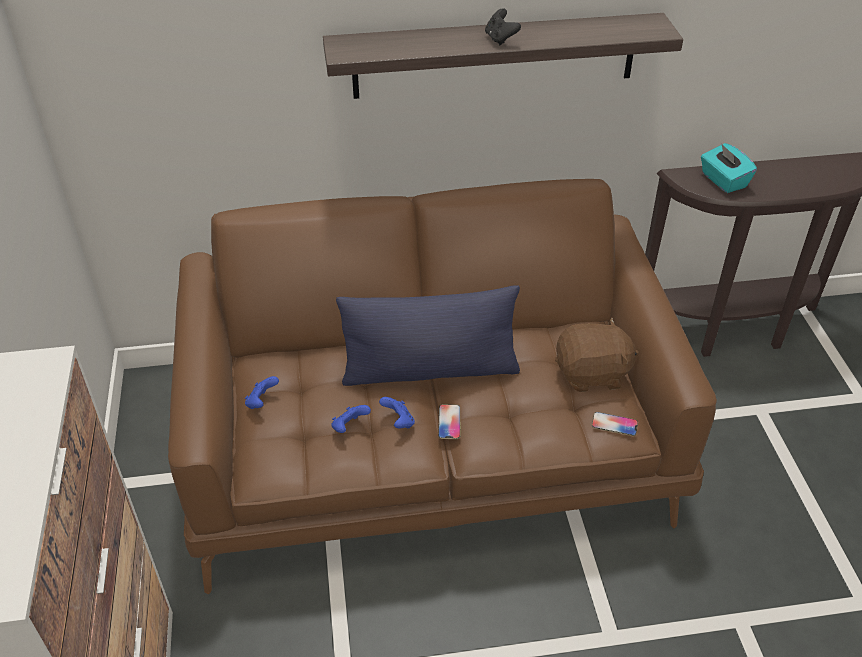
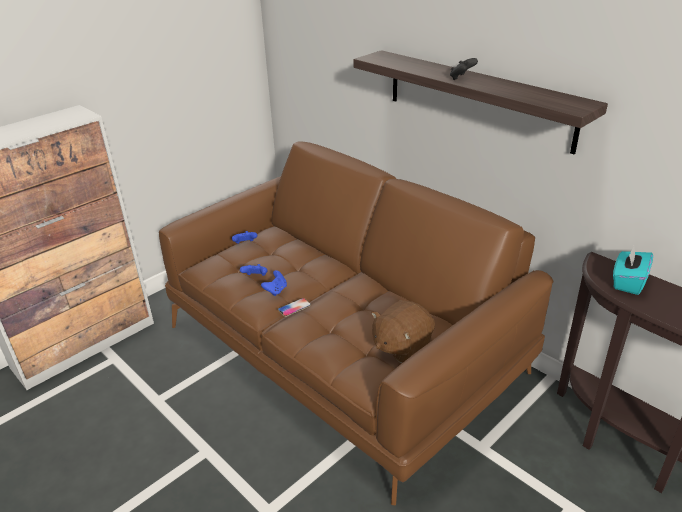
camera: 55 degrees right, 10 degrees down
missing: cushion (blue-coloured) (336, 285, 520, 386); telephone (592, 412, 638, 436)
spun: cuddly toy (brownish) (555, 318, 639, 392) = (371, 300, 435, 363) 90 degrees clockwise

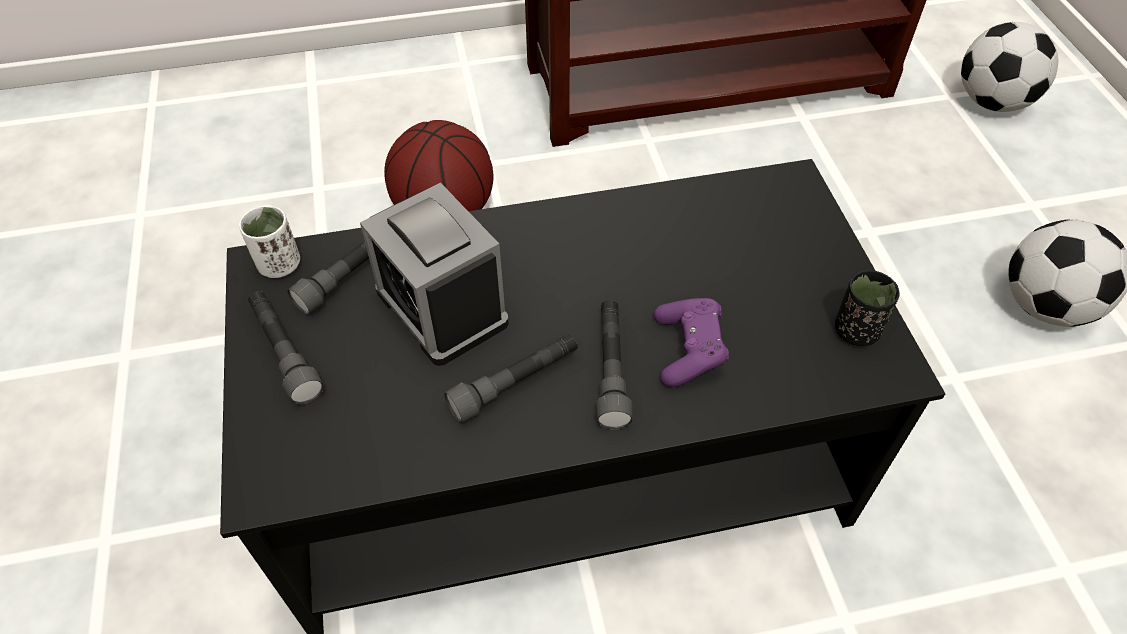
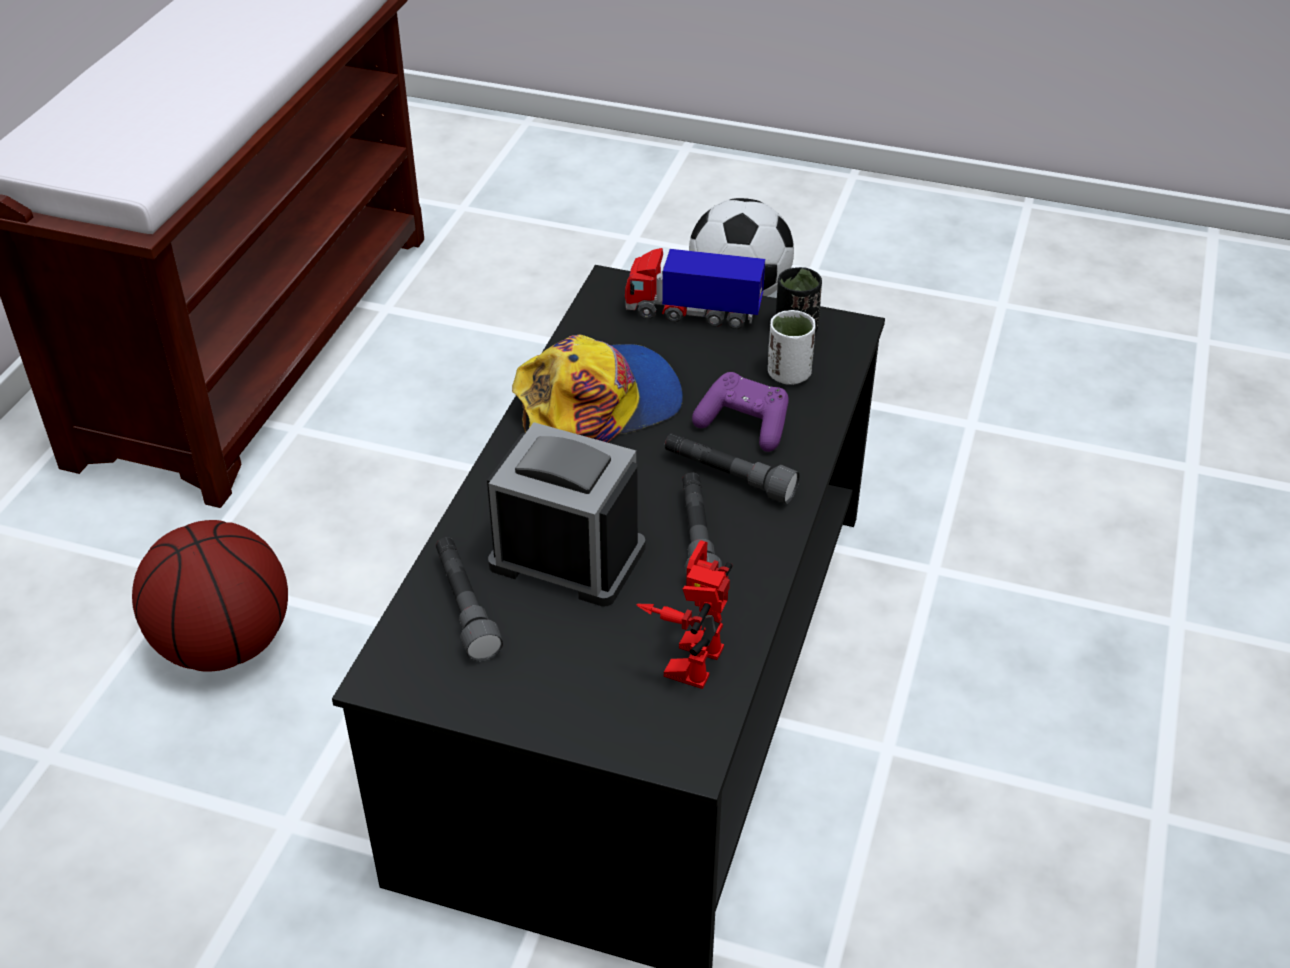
camera: 60 degrees left, 10 degrees down
missing: football ball (961, 22, 1059, 112); flashlight (grey) (248, 291, 324, 404)
appeared: toy lorry (625, 248, 765, 329); peaked cap (512, 335, 683, 443); toy robot (636, 541, 732, 689)
relocated: small cup (white-coloured) (239, 205, 300, 278) to (768, 310, 816, 385)
spun: alarm clock (360, 183, 509, 366) = (487, 422, 645, 607) 150 degrees counterclockwise

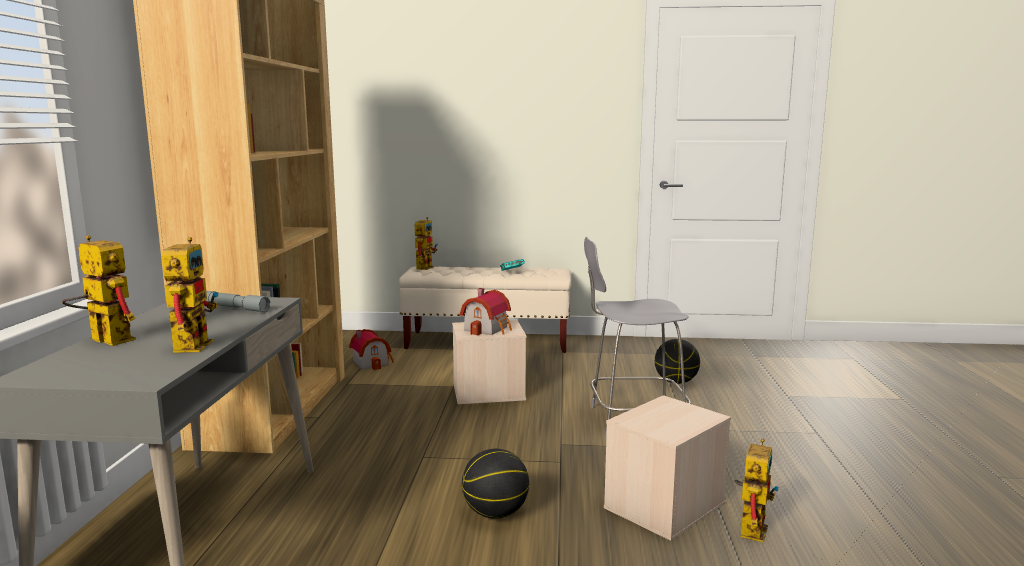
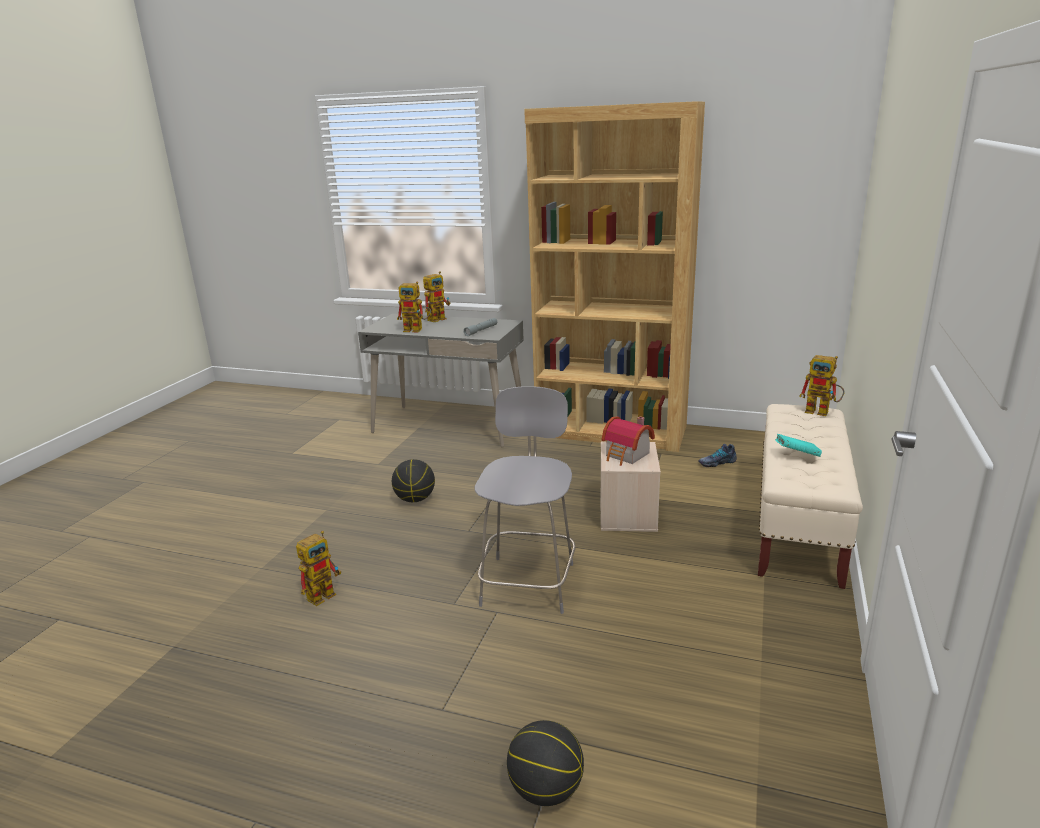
camera: 105 degrees right, 10 degrees up
missing: storage box (beige) (604, 395, 731, 541)
relocated: ball for basketball (655, 339, 700, 384) to (507, 720, 584, 806)
exchanged: miniature house (349, 329, 394, 370) to item of footwear (699, 444, 737, 467)
spun: toy robot (734, 439, 779, 542) = (296, 531, 341, 606) 90 degrees counterclockwise

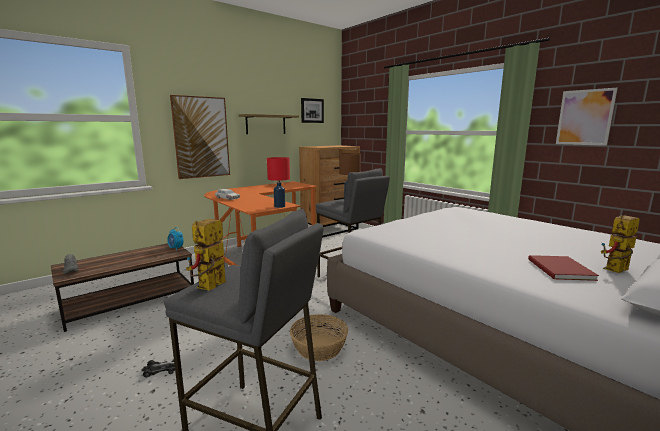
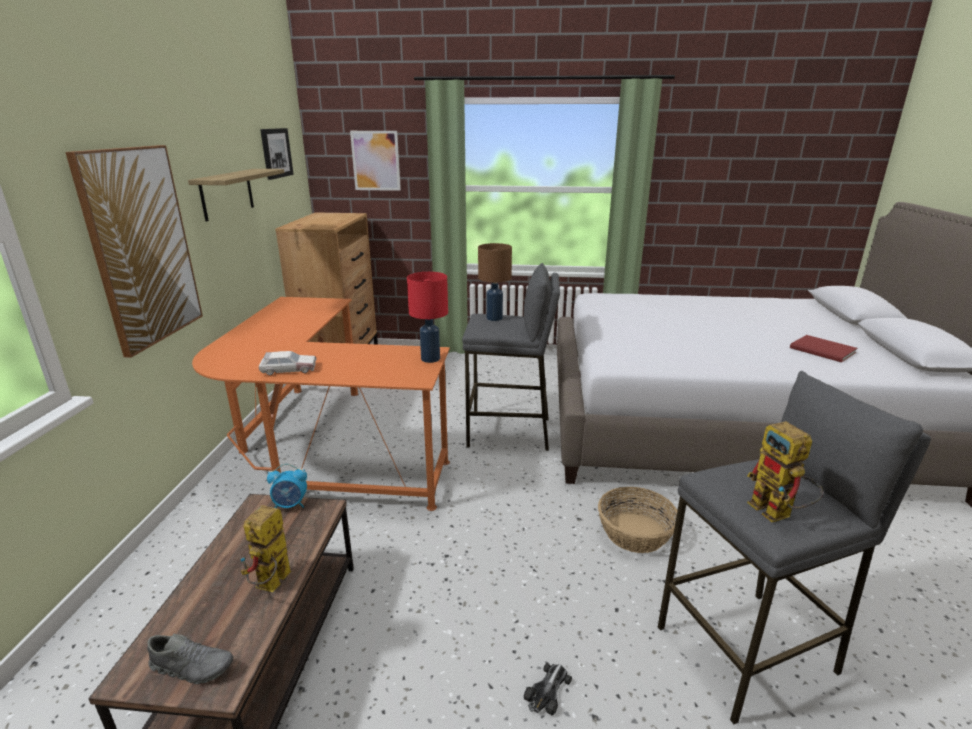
camera: 45 degrees left, 10 degrees up
relocated: wall picture (556, 88, 618, 146) to (350, 131, 401, 191); toy robot (601, 215, 640, 273) to (240, 505, 291, 592)

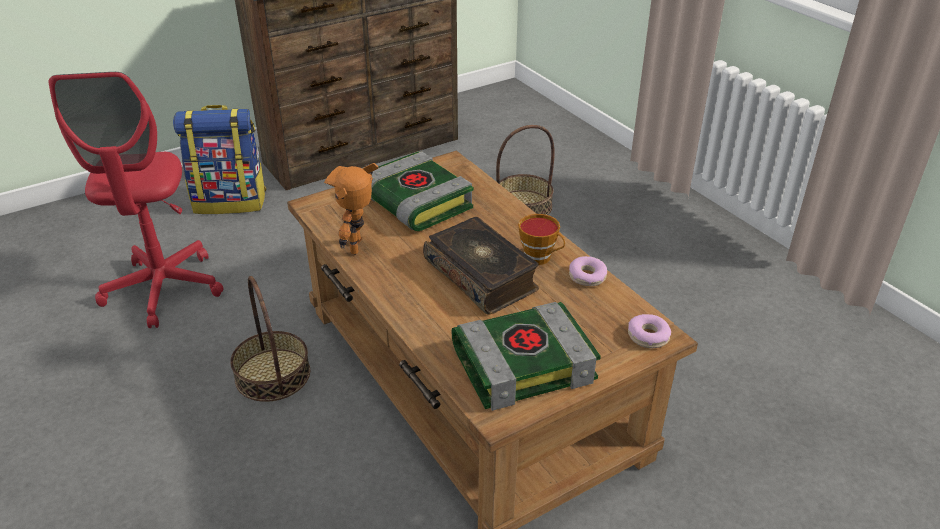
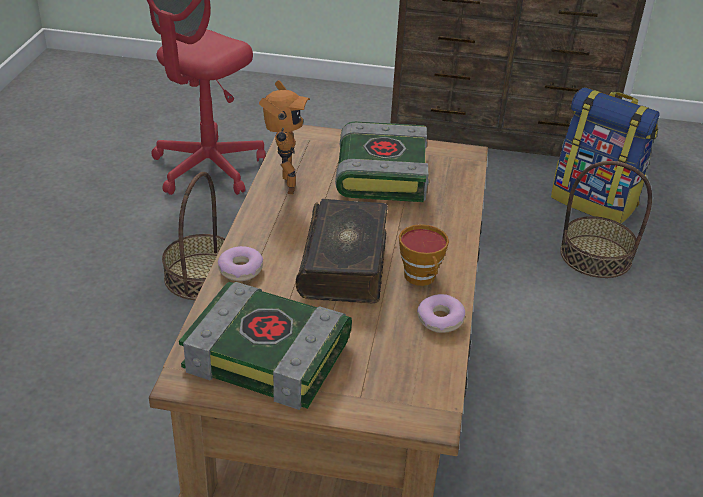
camera: 40 degrees right, 0 degrees up
relocated: knapsack (173, 105, 266, 214) to (551, 87, 660, 224); donut (628, 314, 671, 348) to (218, 246, 263, 281)
spun: toy robot (324, 163, 378, 255) = (259, 80, 310, 194) 120 degrees clockwise

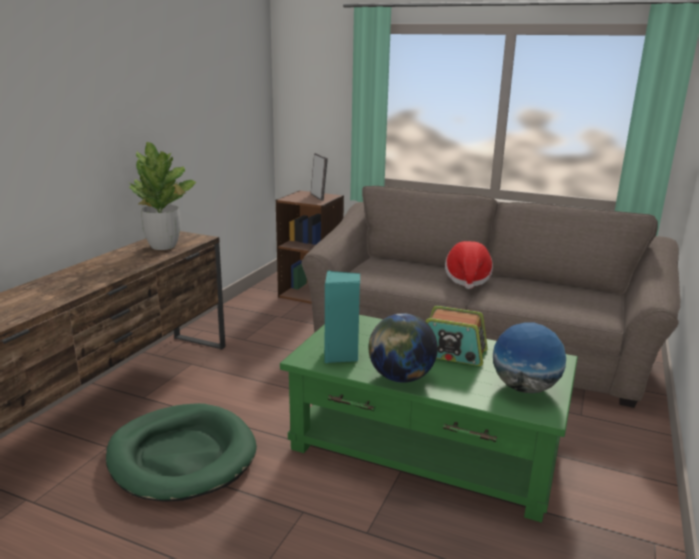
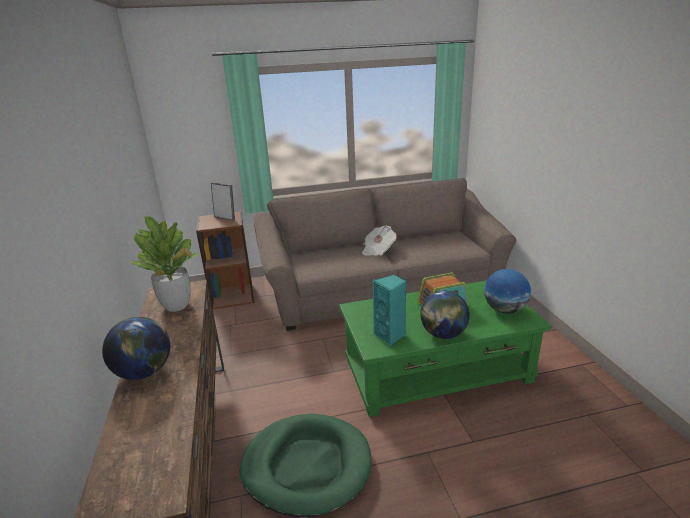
camera: 35 degrees left, 5 degrees up
appeared: desk globe (102, 317, 170, 380)
exchanged: wearable hat (445, 241, 493, 289) to daily paper (362, 226, 397, 256)

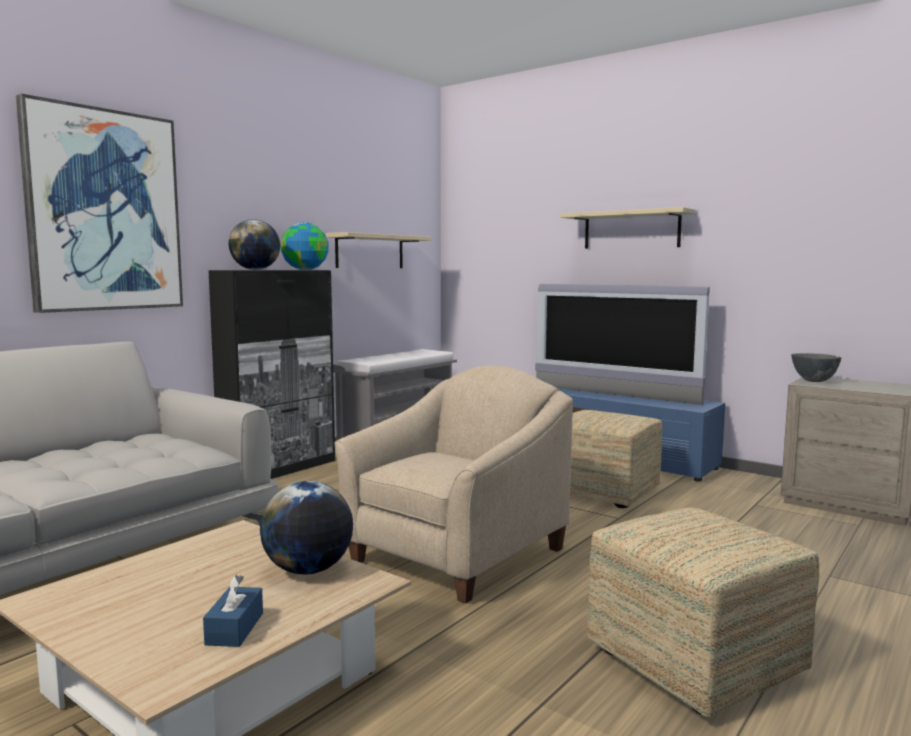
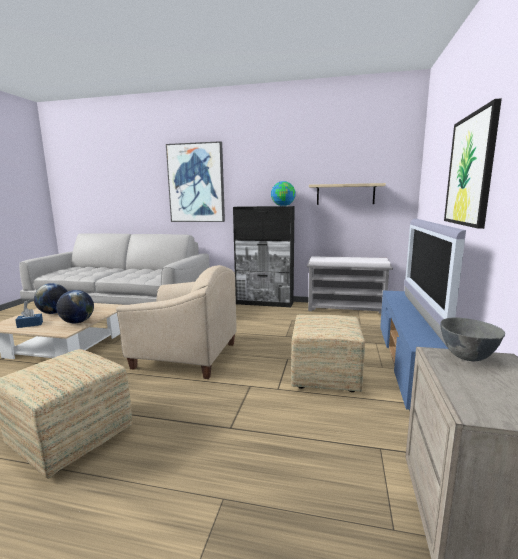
camera: 65 degrees right, 5 degrees up
relocated: desk globe (229, 219, 280, 270) to (34, 283, 68, 314)
exchanged: shelf (beige) (560, 207, 696, 249) to wall picture (444, 98, 502, 229)

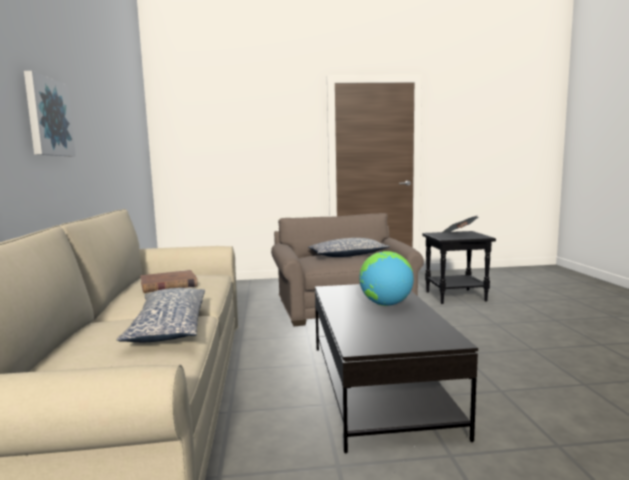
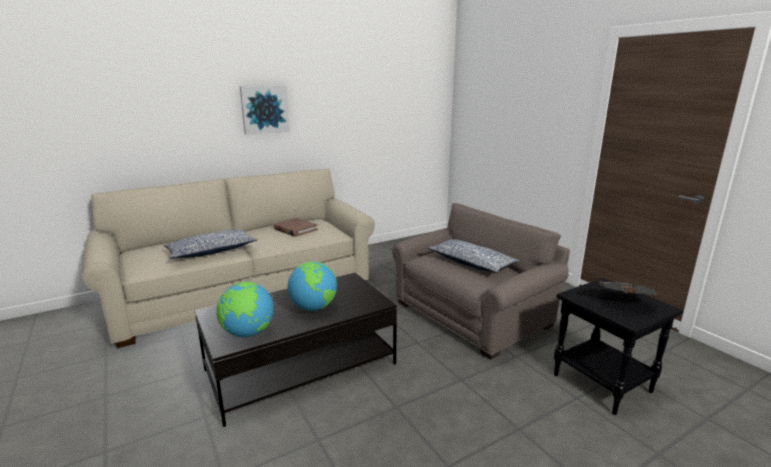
camera: 65 degrees right, 10 degrees up
appeared: desk globe (216, 282, 274, 337)

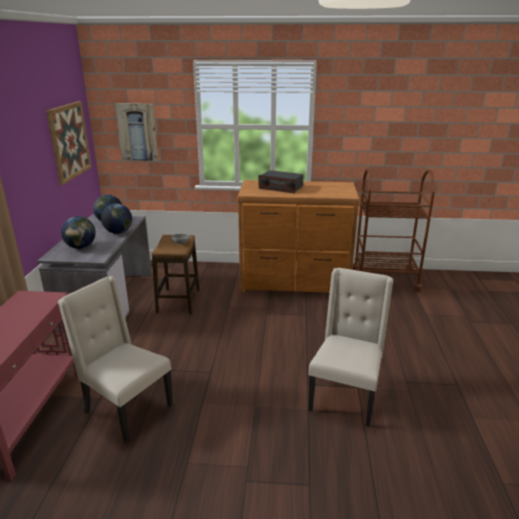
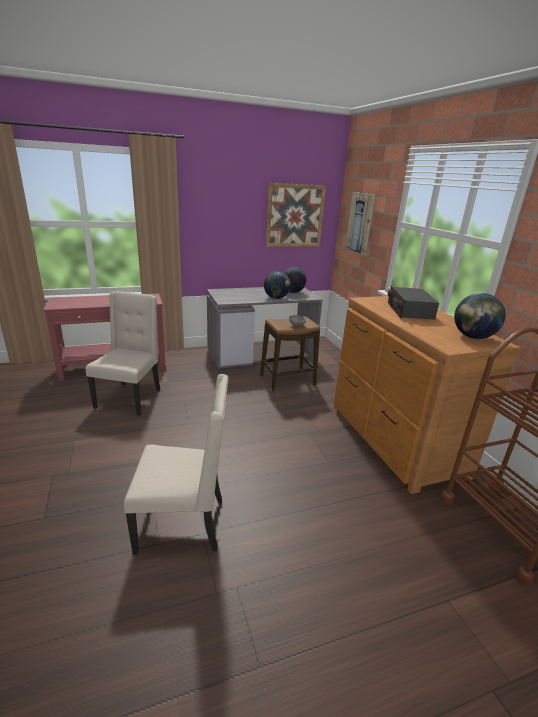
camera: 65 degrees right, 0 degrees up
relocated: desk globe (61, 216, 96, 249) to (454, 293, 506, 339)

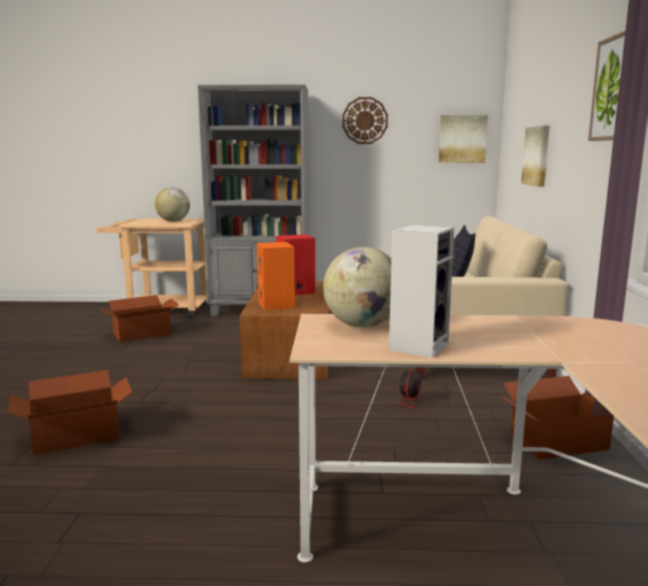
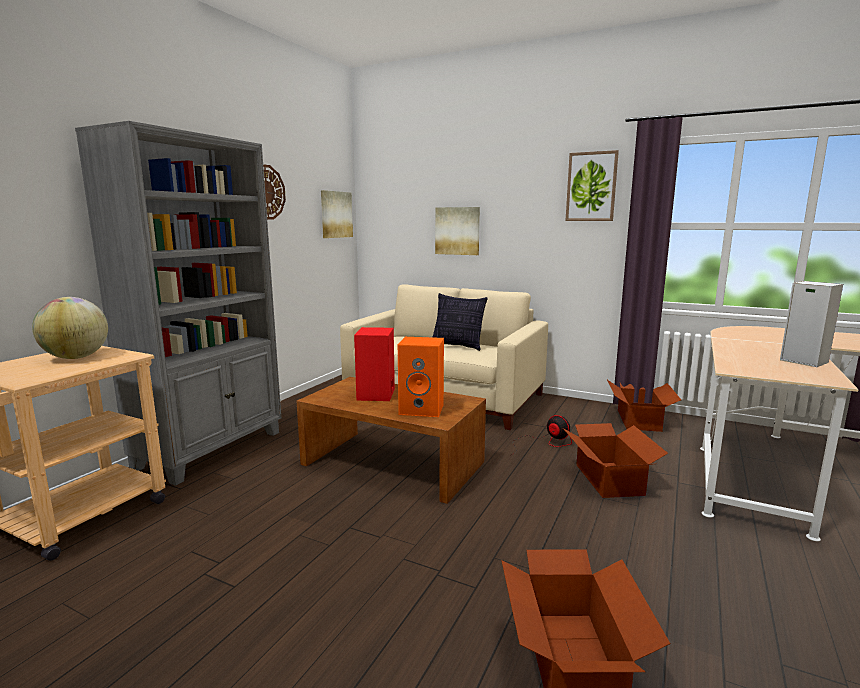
camera: 65 degrees left, 0 degrees up
missing: desk globe (323, 247, 391, 328)
relocated: carton (101, 295, 179, 342) to (563, 423, 668, 498)

